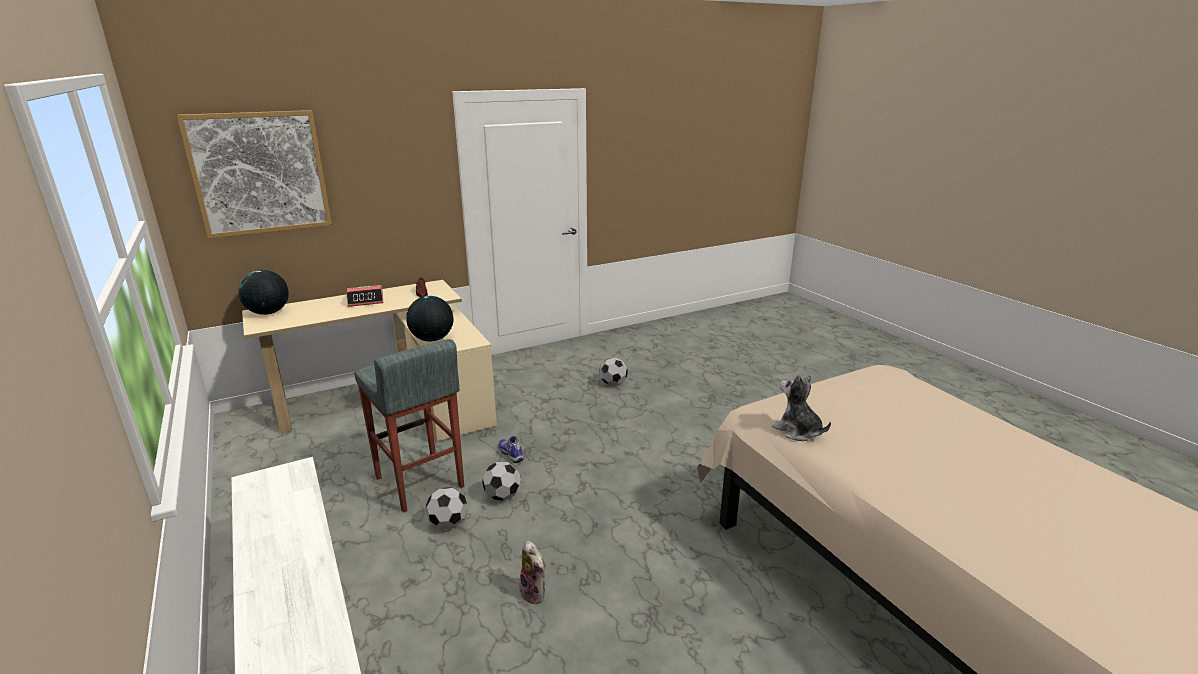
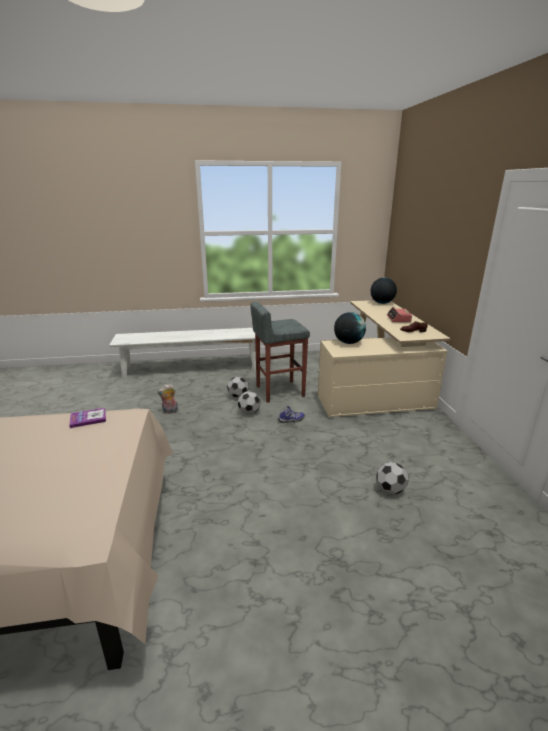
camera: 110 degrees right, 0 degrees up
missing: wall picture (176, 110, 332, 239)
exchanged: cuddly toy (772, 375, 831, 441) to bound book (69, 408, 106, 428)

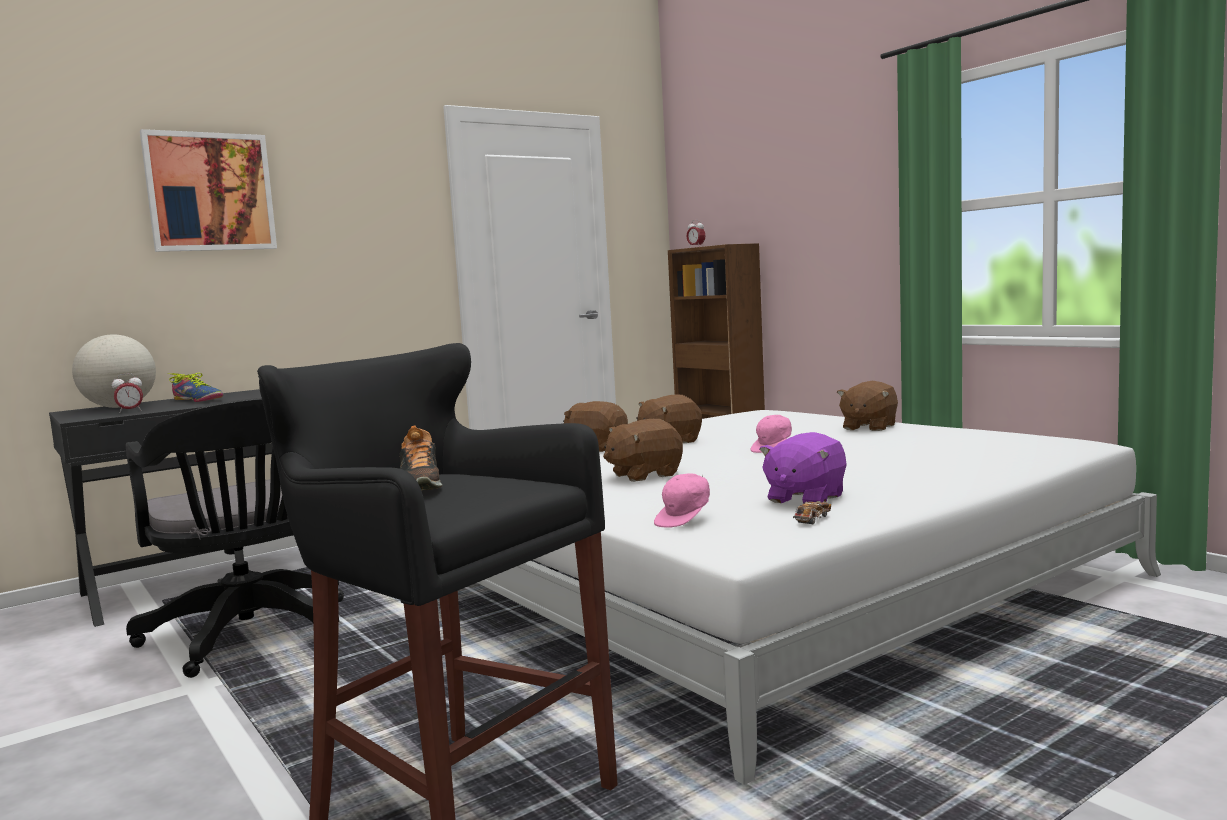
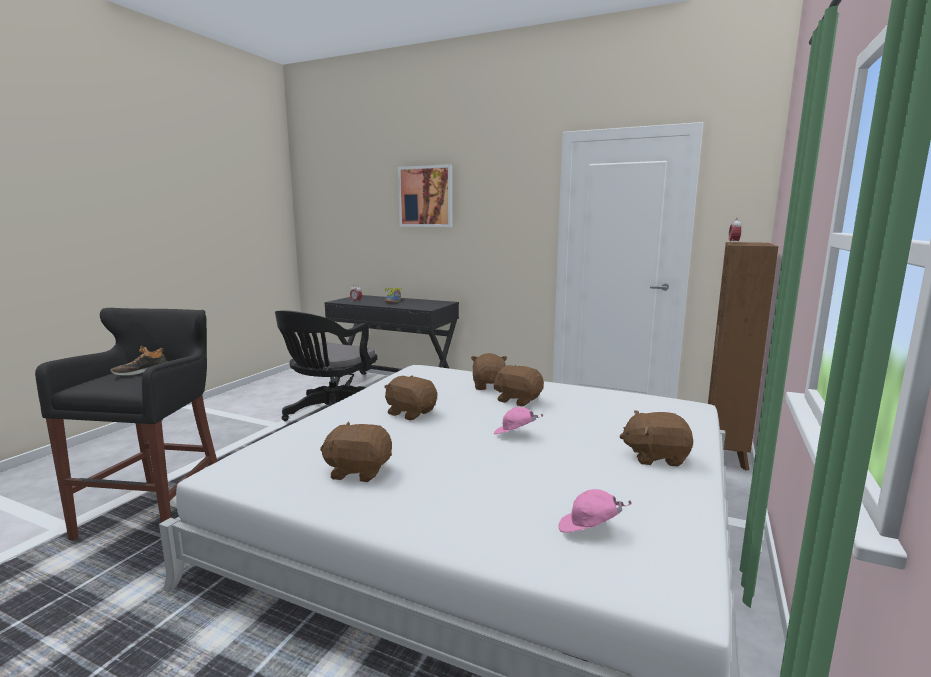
camera: 60 degrees right, 5 degrees up
missing: desk globe (72, 334, 156, 408); toy car (793, 501, 831, 524)
relocated: peaked cap (pinkish) (654, 474, 710, 528) to (559, 489, 632, 533)
colour: cuddly toy (purple) (759, 432, 847, 504) to cuddly toy (brownish) (320, 422, 392, 482)

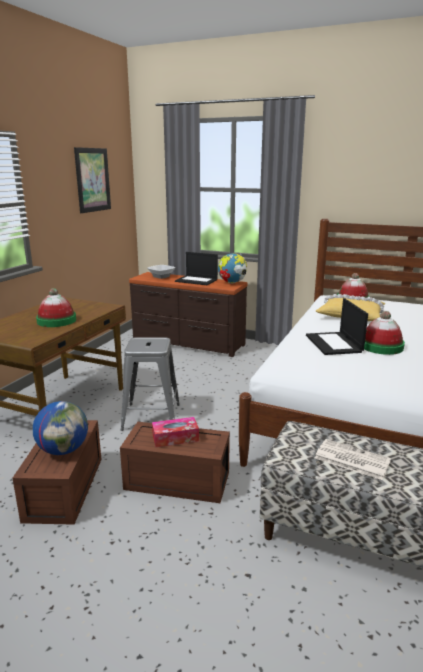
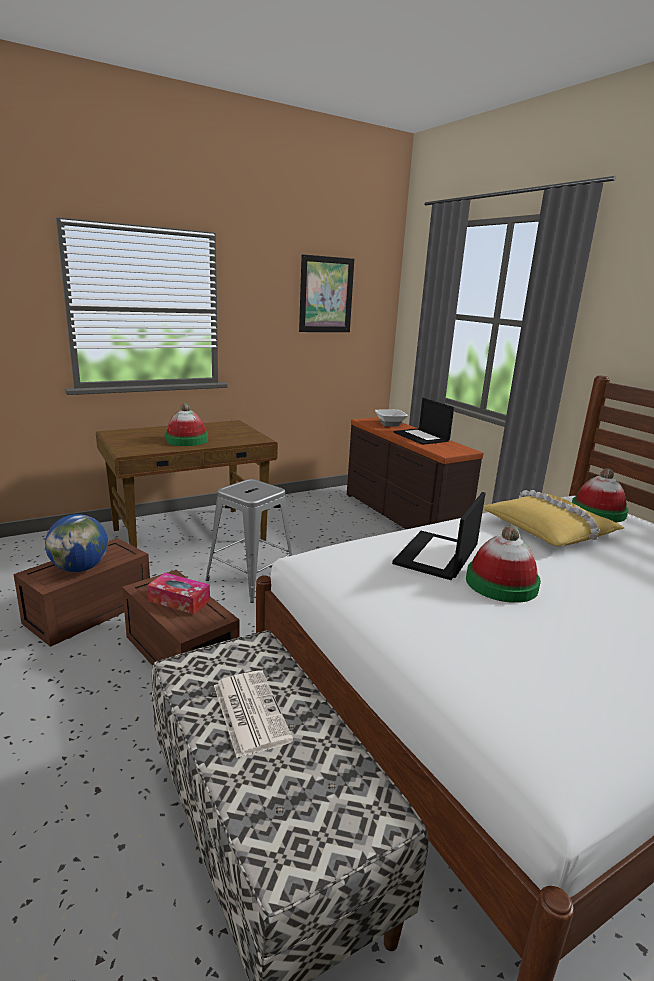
camera: 35 degrees right, 0 degrees up
missing: desk globe (218, 253, 247, 283)

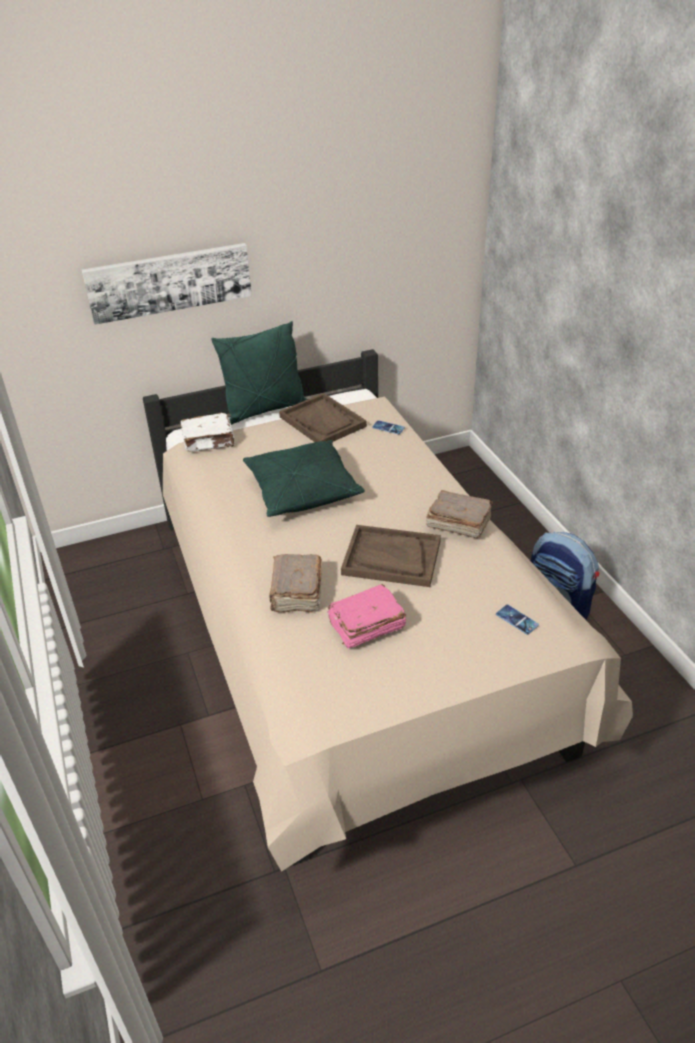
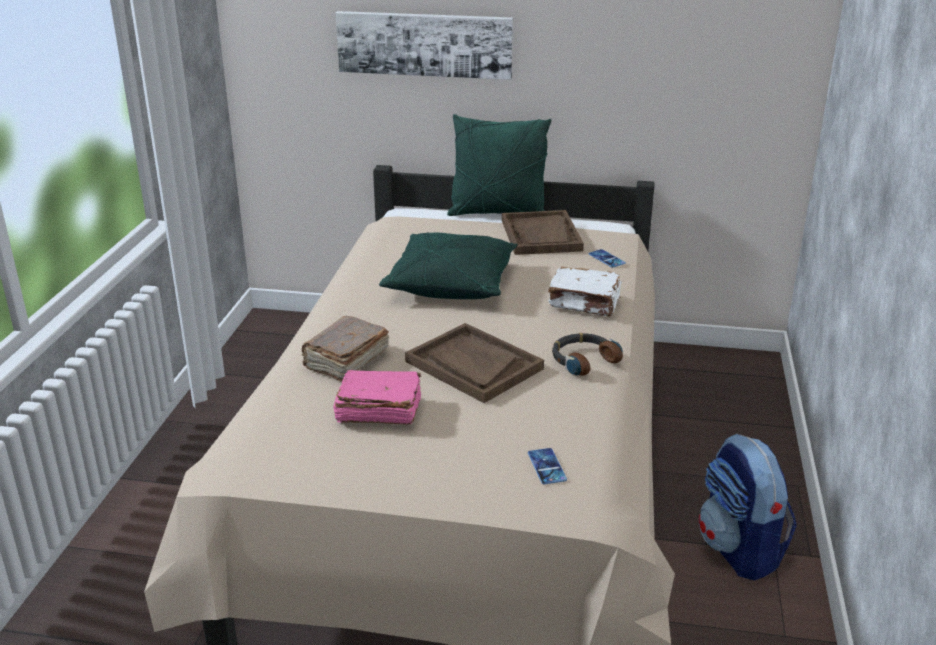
camera: 30 degrees right, 10 degrees down
relocated: bound book (white-coloured) (181, 413, 235, 452) to (548, 267, 622, 317)
exchanged: bound book (brownish) (426, 490, 493, 538) to headphones (552, 333, 623, 376)

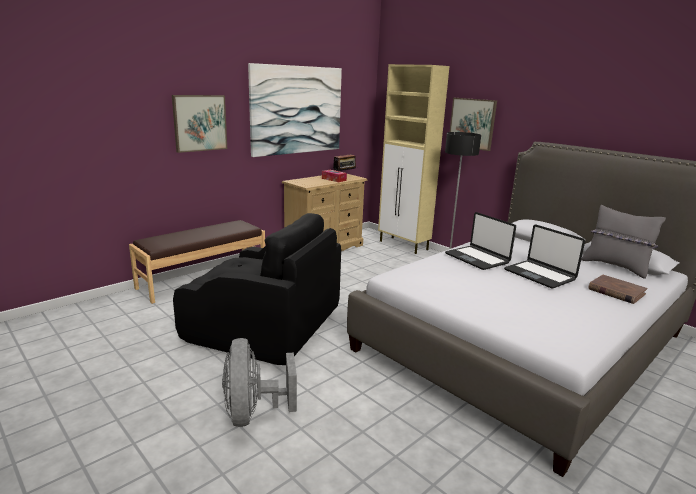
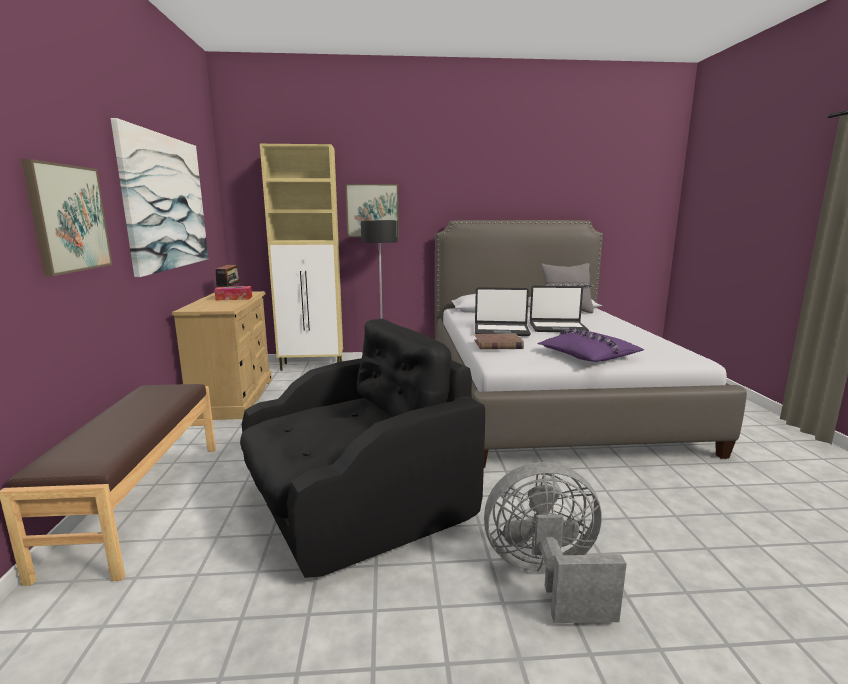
camera: 50 degrees left, 5 degrees down
appeared: cushion (purple) (538, 328, 644, 362)
relocated: bound book (brownish) (589, 275, 647, 304) to (475, 333, 524, 350)
spun: fan (grey) (222, 338, 297, 427) = (484, 462, 627, 623) 150 degrees clockwise

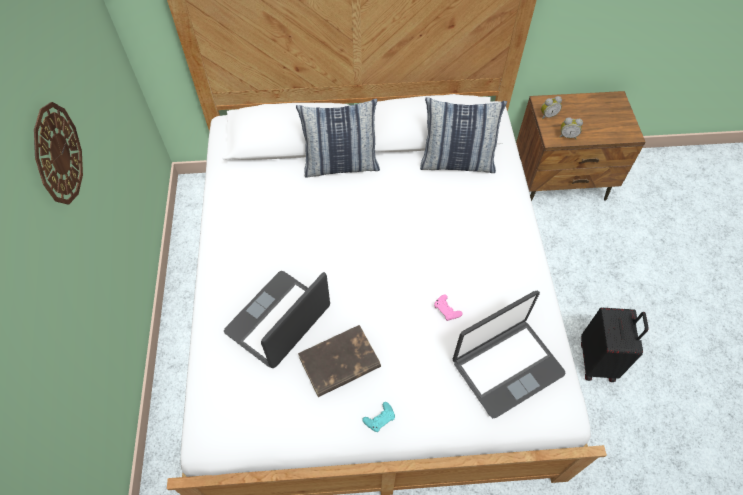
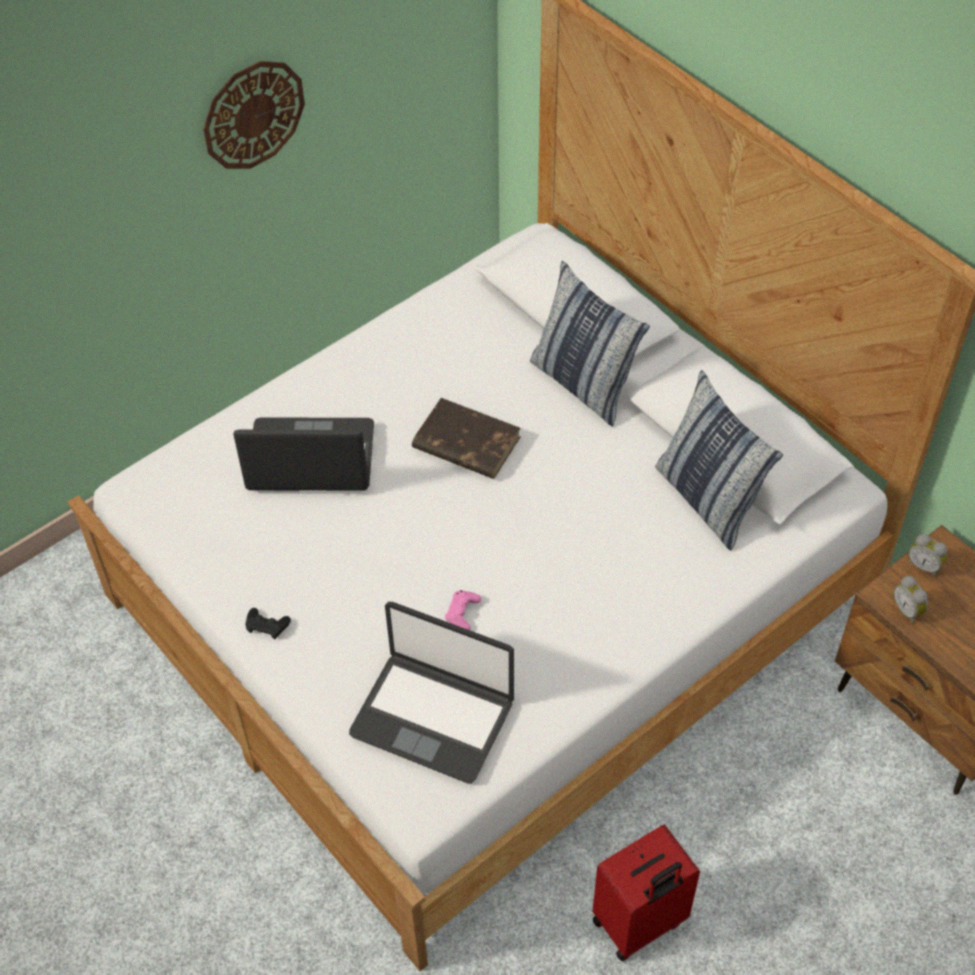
camera: 55 degrees right, 5 degrees down
relocated: bound book (brownish) (298, 325, 381, 397) to (412, 398, 521, 479)
colour: piece of luggage (black) (581, 308, 648, 382) to piece of luggage (red) (592, 825, 700, 961); game controller (blue-green) (362, 402, 395, 432) to game controller (black) (246, 608, 291, 639)

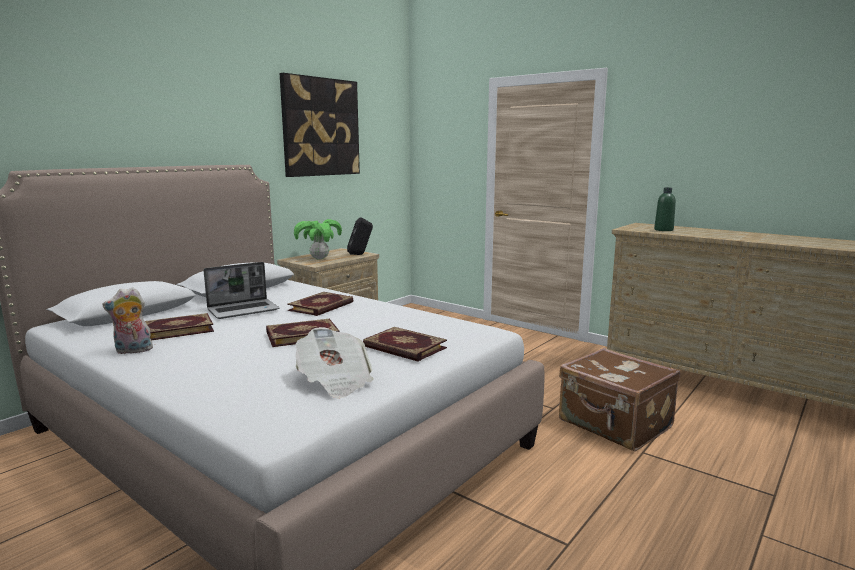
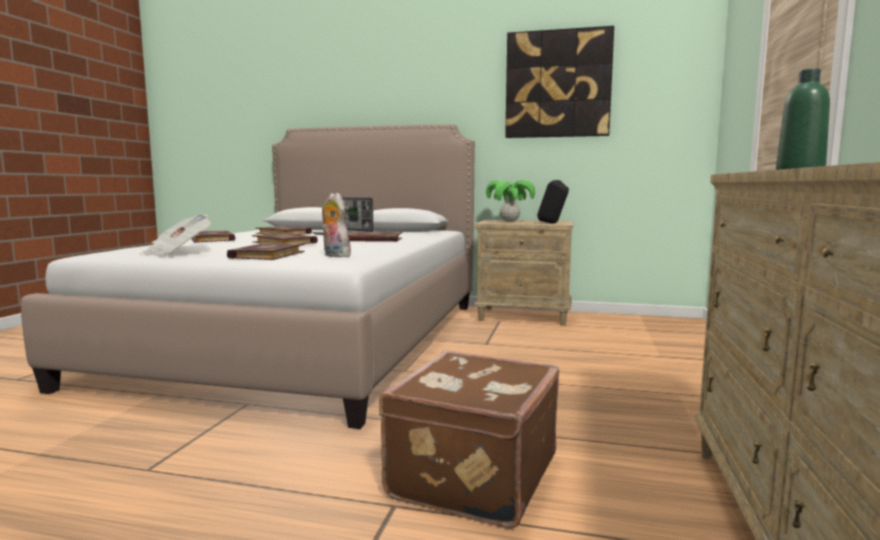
camera: 65 degrees right, 5 degrees down
appeared: bound book (191, 230, 235, 243)
relocated: cuddly toy (102, 287, 153, 354) to (322, 193, 351, 257)

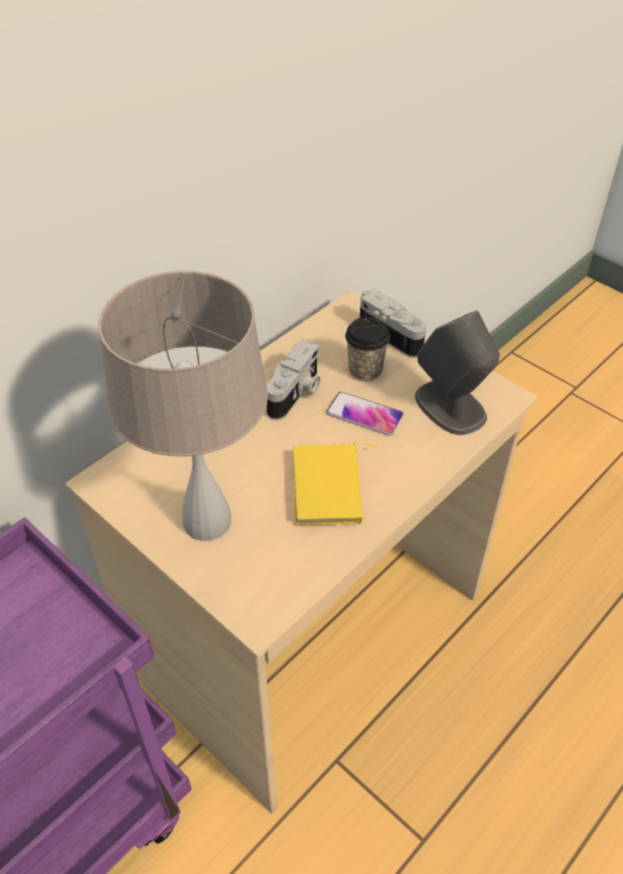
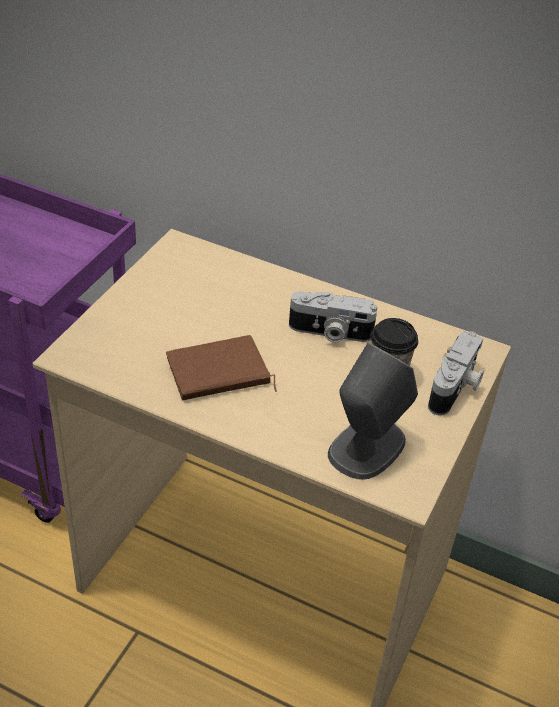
camera: 70 degrees right, 5 degrees down
missing: tabletop lamp (beige) (98, 271, 268, 541); telephone (326, 392, 404, 436)
colour: bound book (yellow) (293, 441, 377, 525) to bound book (brownish) (166, 335, 277, 400)

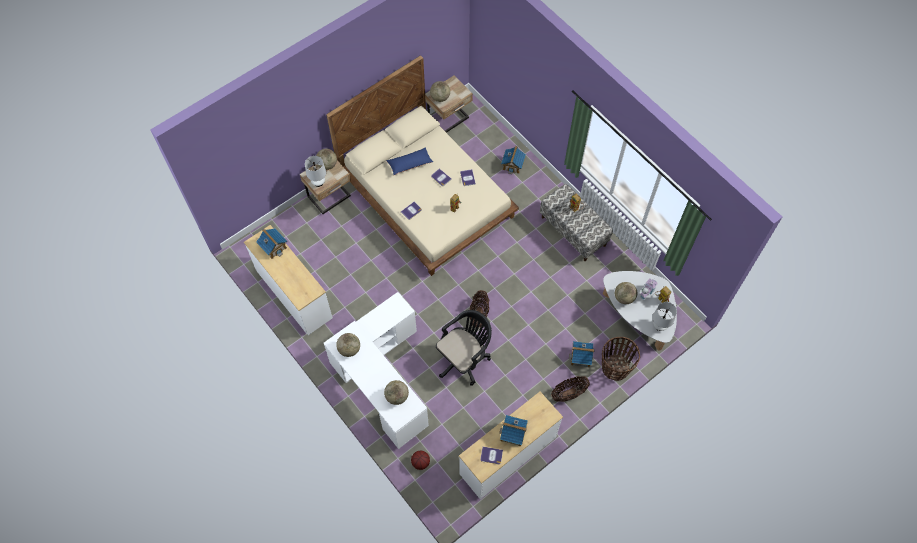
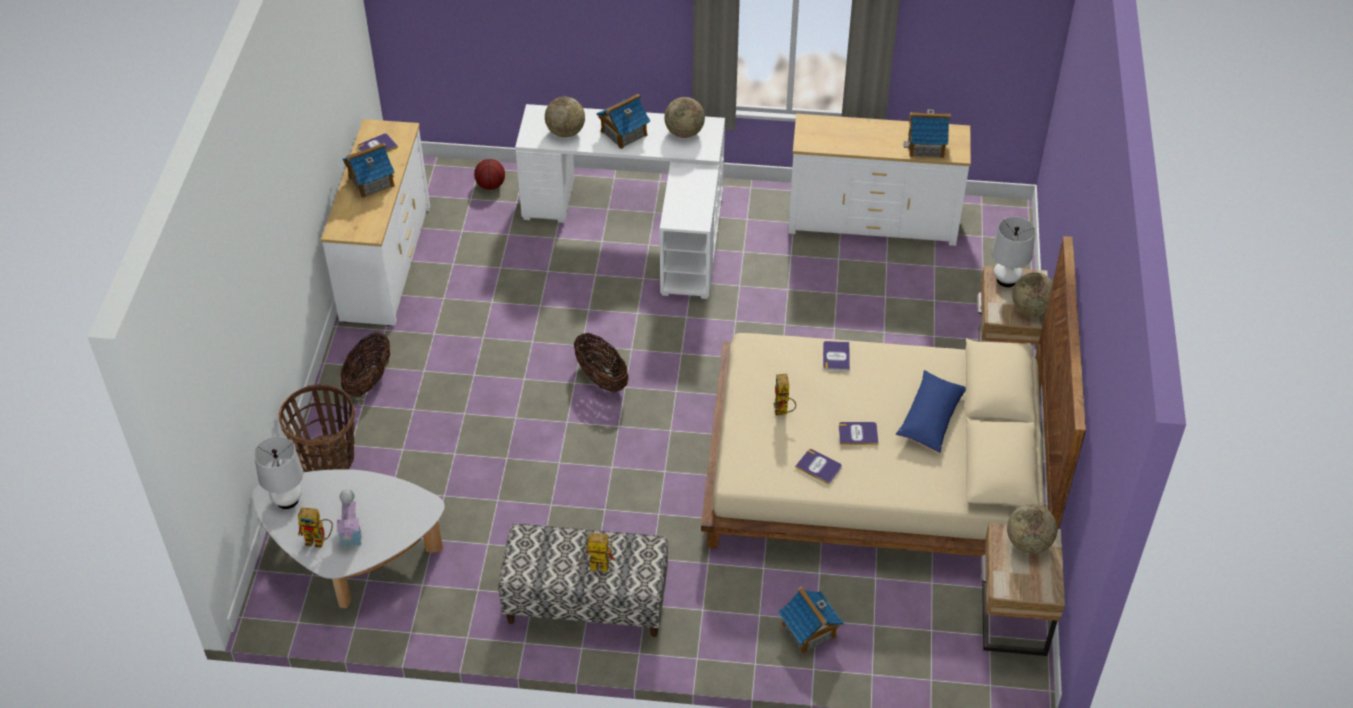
camera: 135 degrees right, 15 degrees down
missing: desk globe (615, 282, 637, 304); desk chair (black) (436, 310, 492, 386)
relocated: miniature house (569, 341, 595, 367) to (596, 94, 650, 149)

